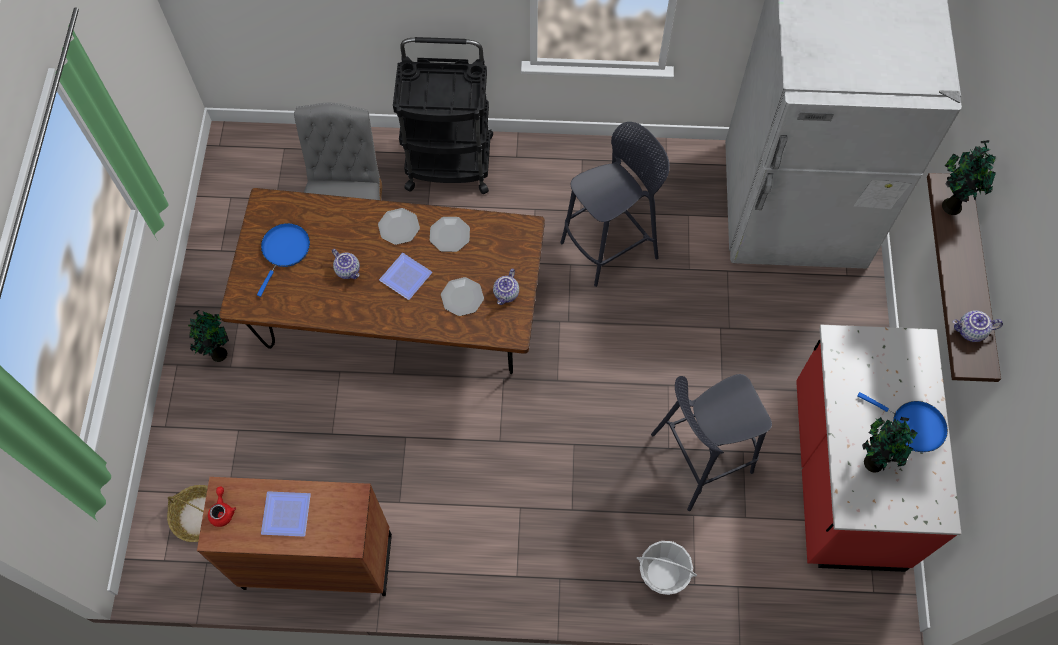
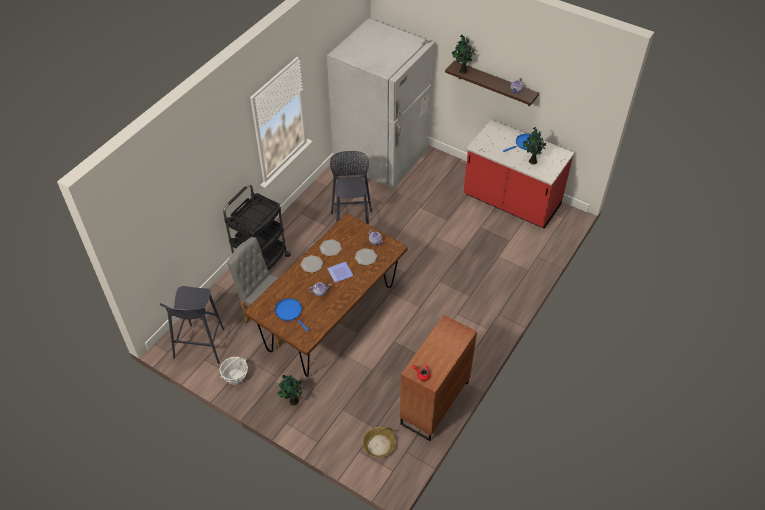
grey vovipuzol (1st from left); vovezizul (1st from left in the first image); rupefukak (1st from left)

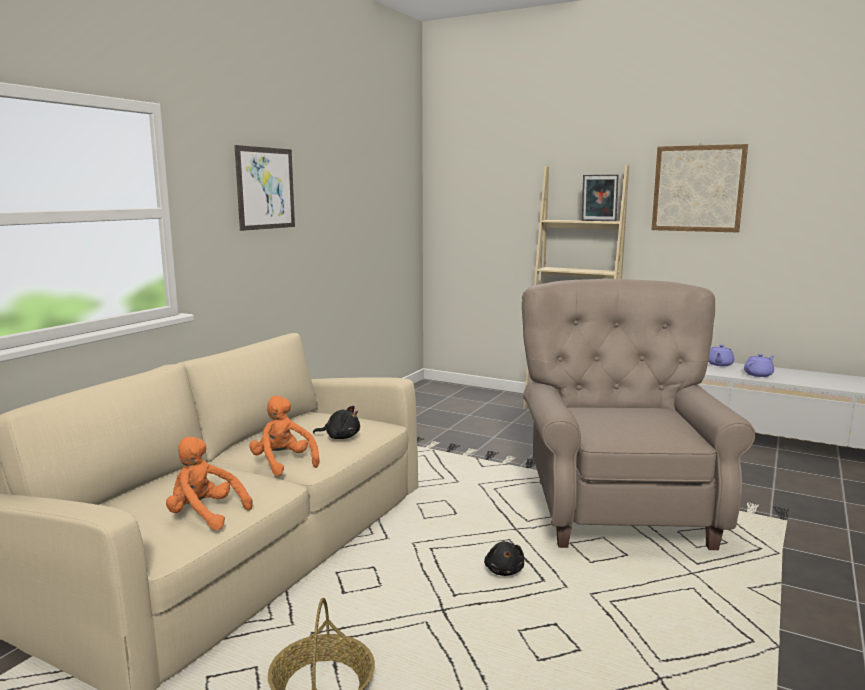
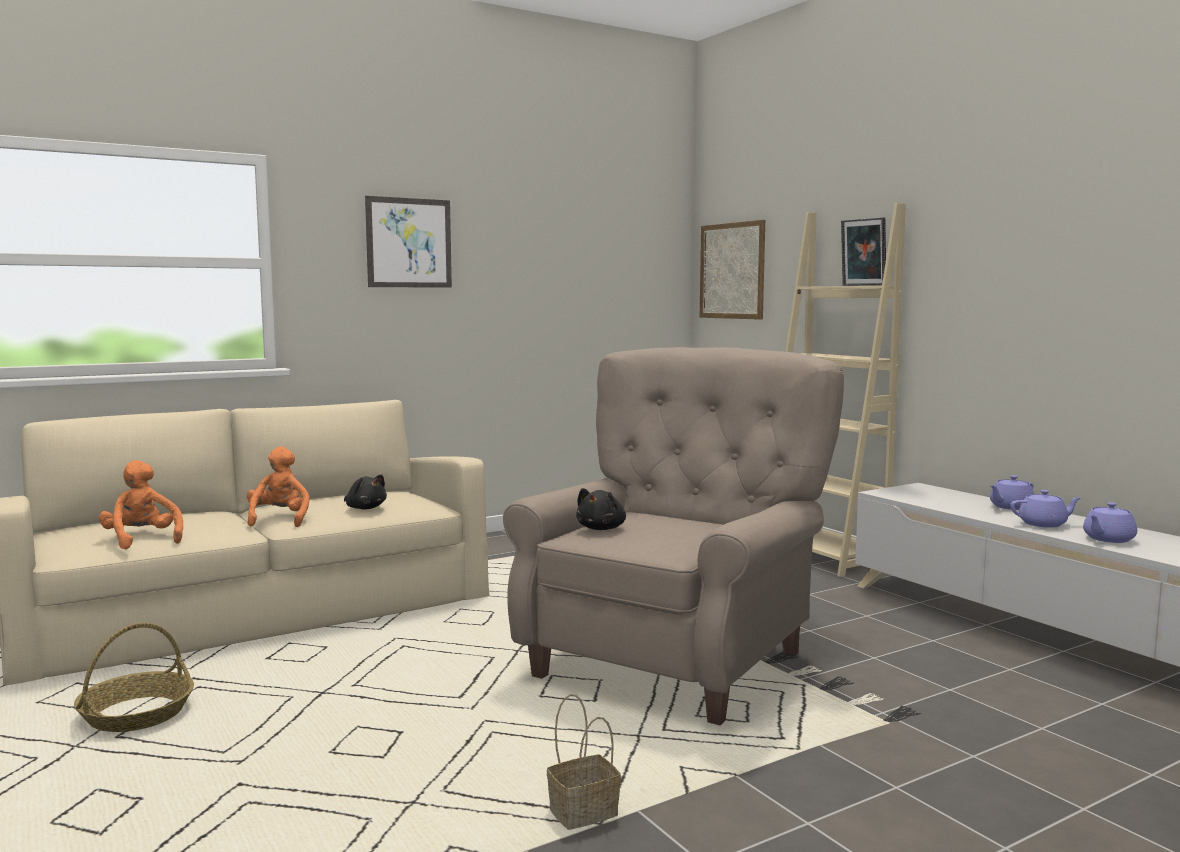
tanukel (2nd from left); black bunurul (2nd from left); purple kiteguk (3rd from left); rupefukak (2nd from left)

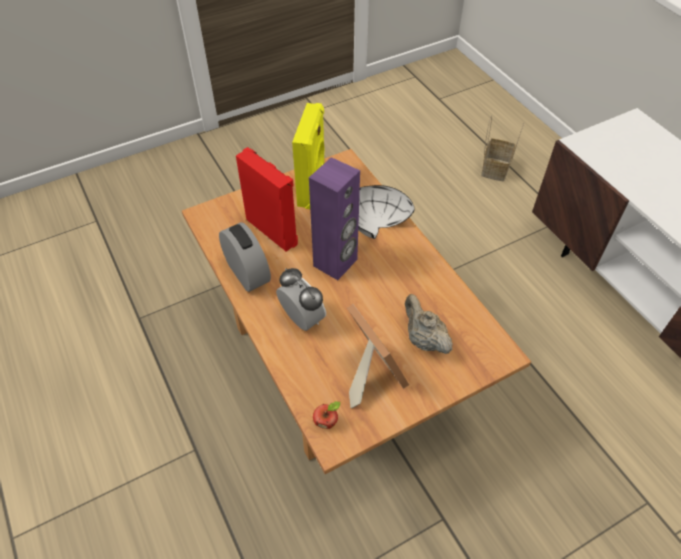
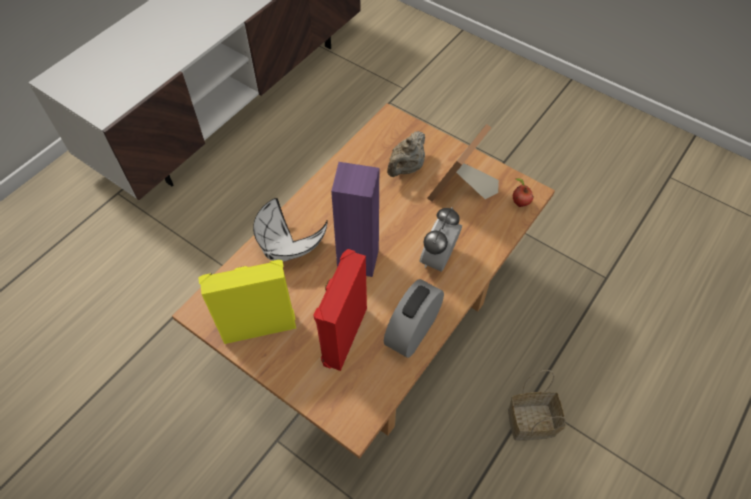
rupefukak

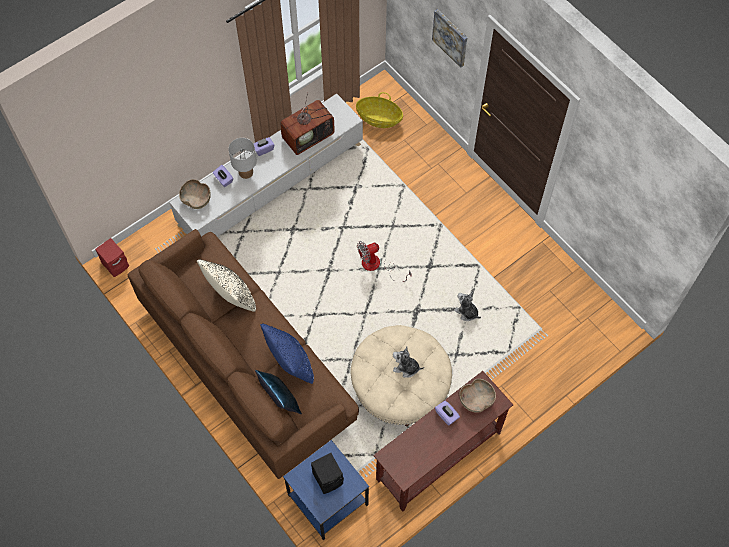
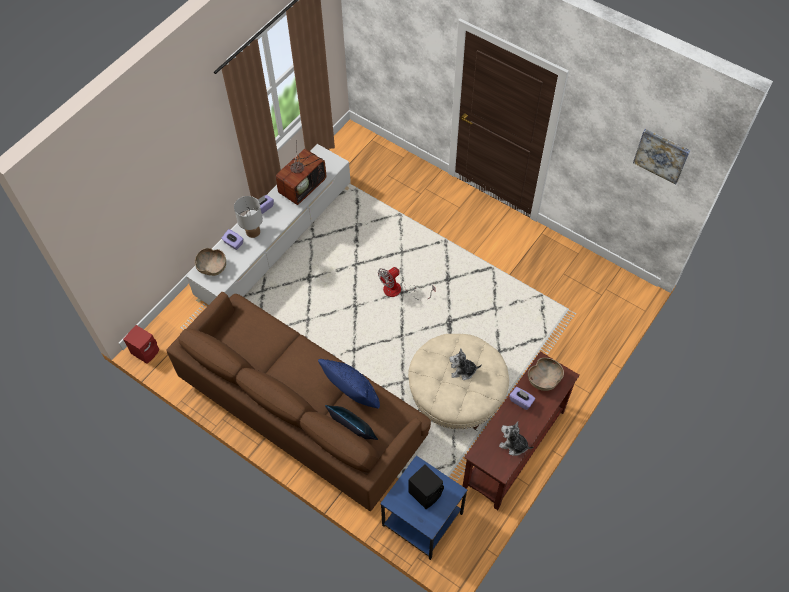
tanukel; rupefukak; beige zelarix; bunurul (2nd from left)

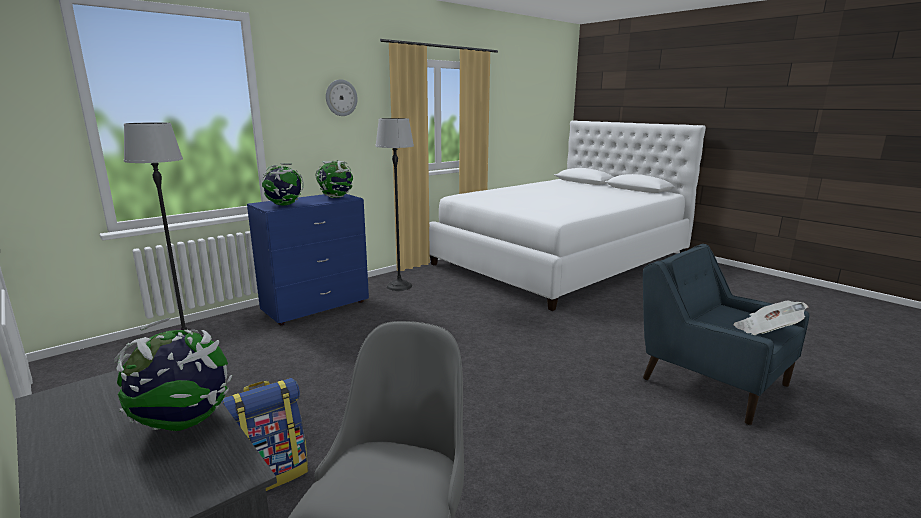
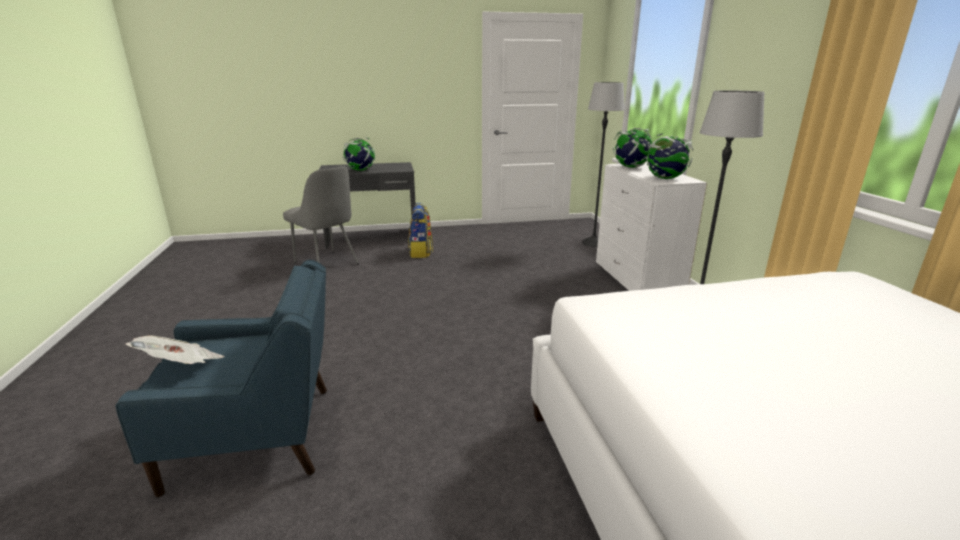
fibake; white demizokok

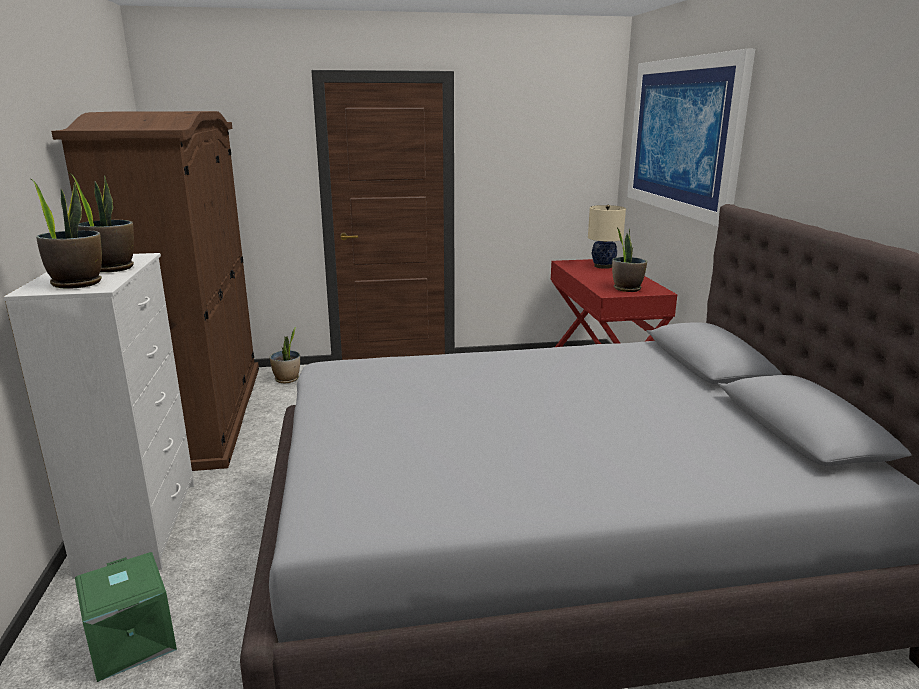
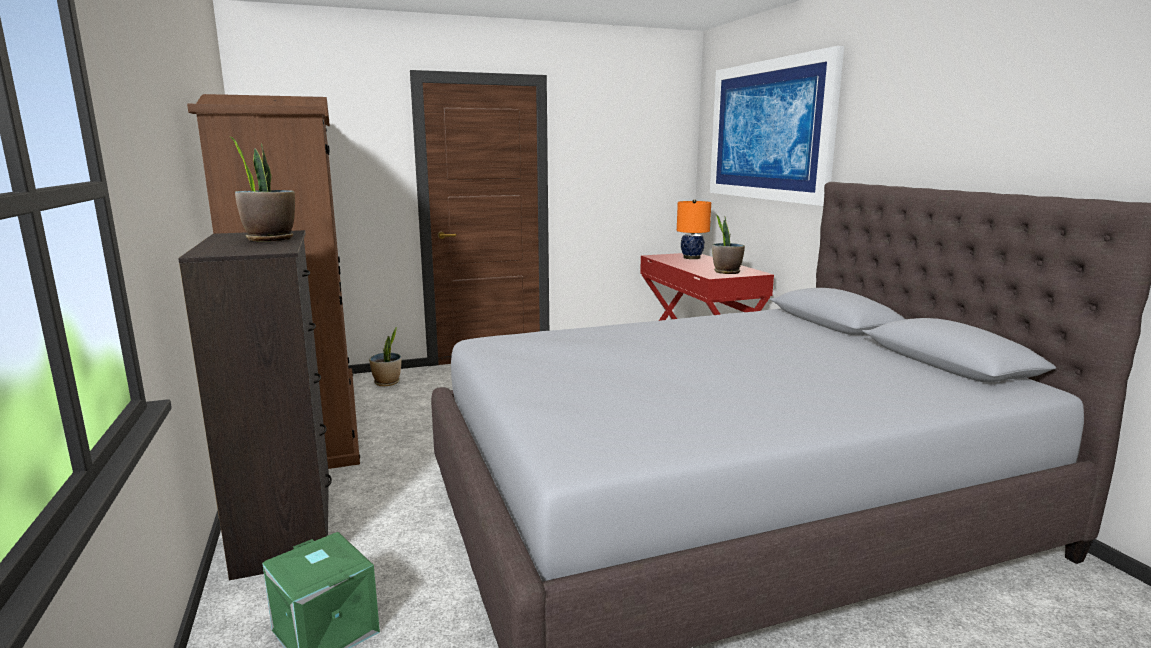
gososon (1st from left in the first image); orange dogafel; black demizokok

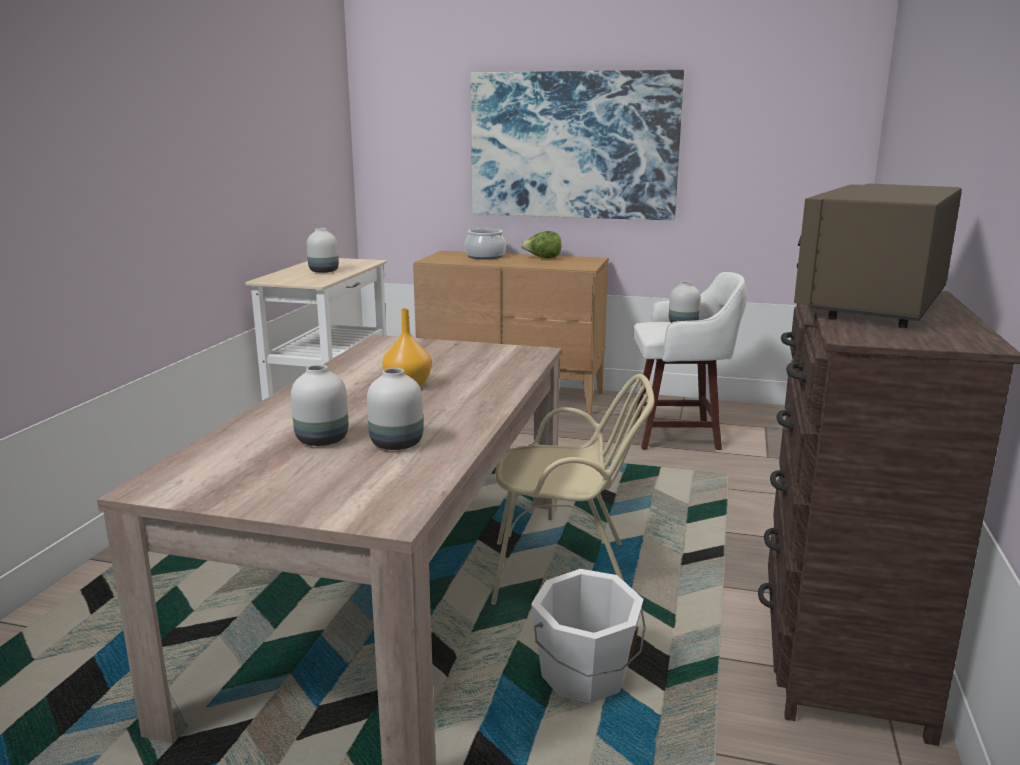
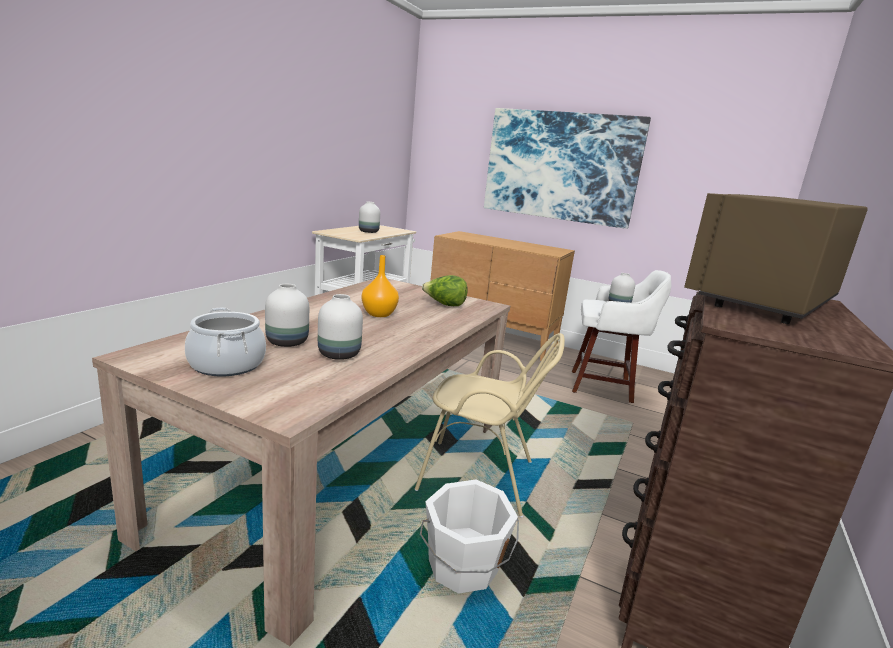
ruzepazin; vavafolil

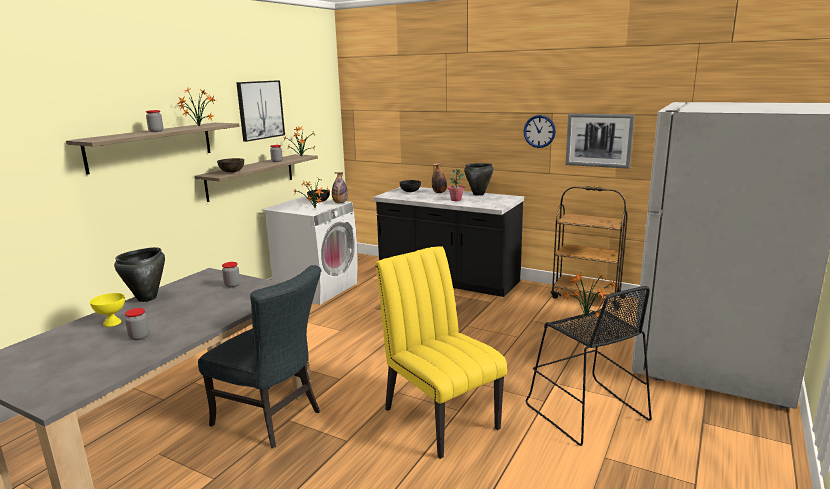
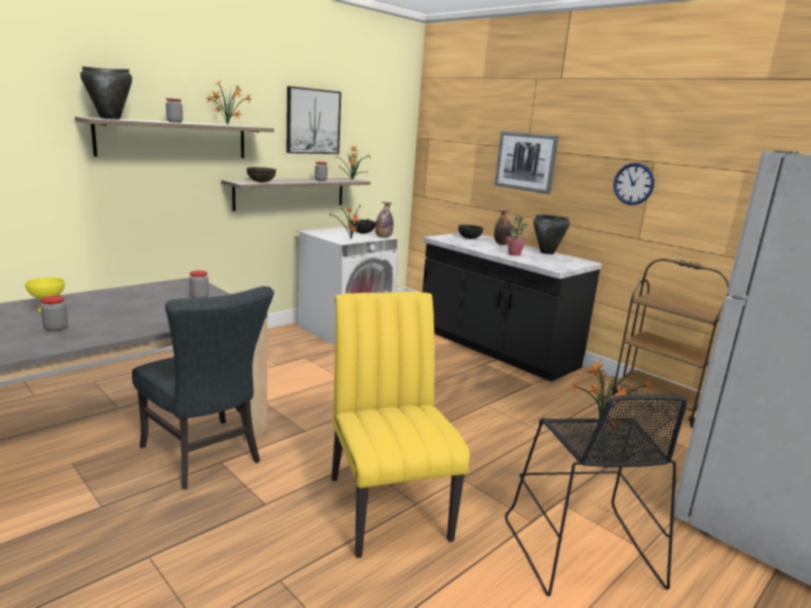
tanukel (2nd from left); black ruzepazin (1st from left)

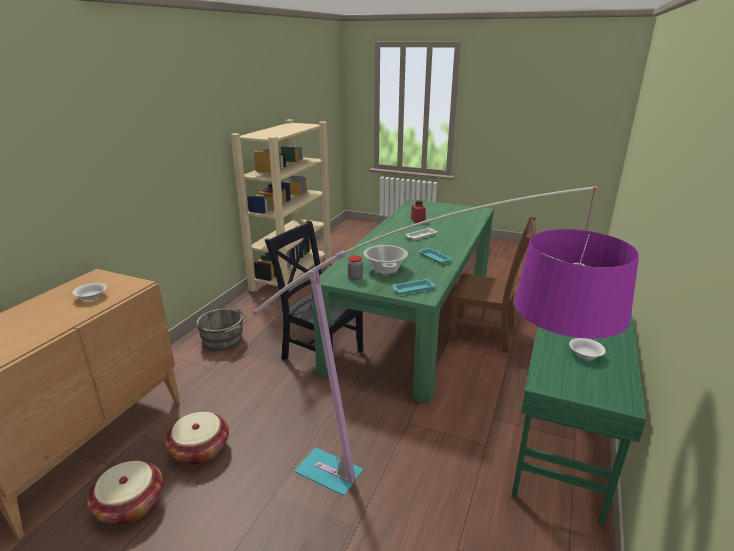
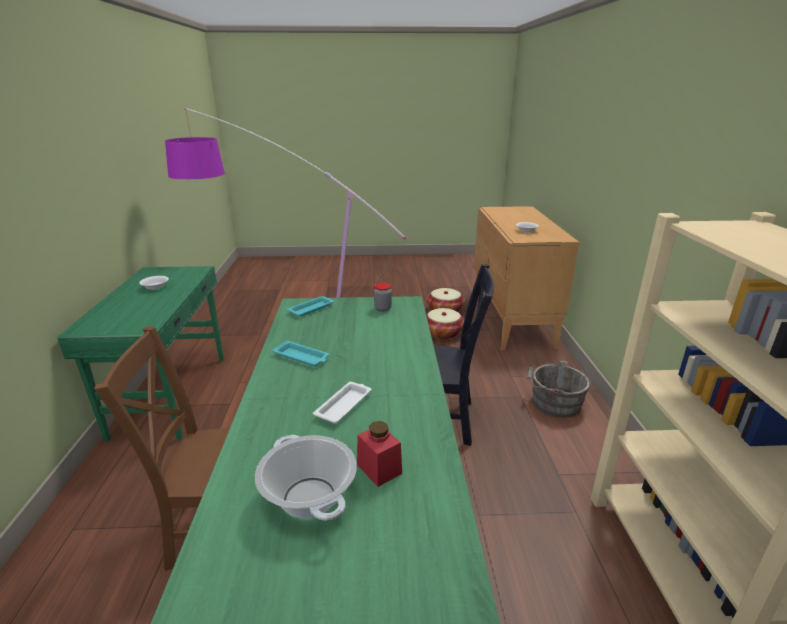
ruzepazin

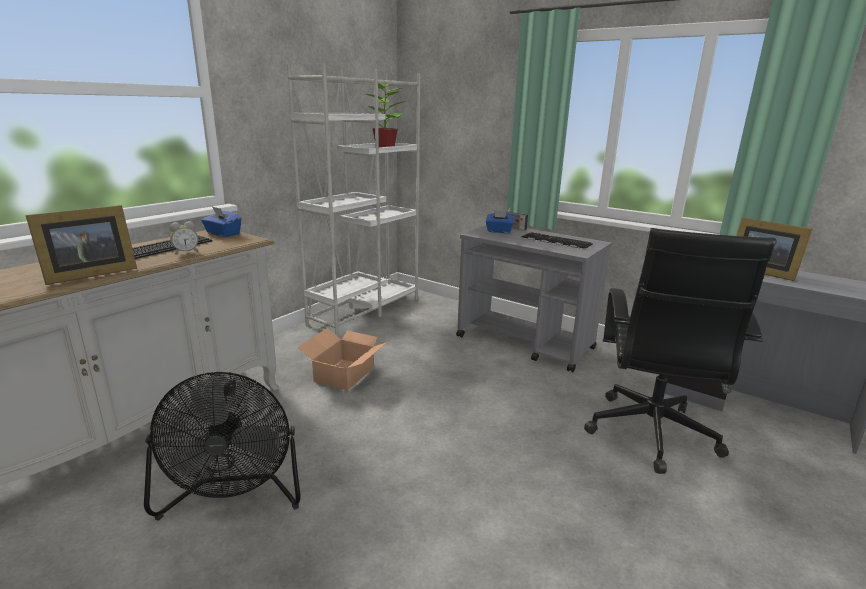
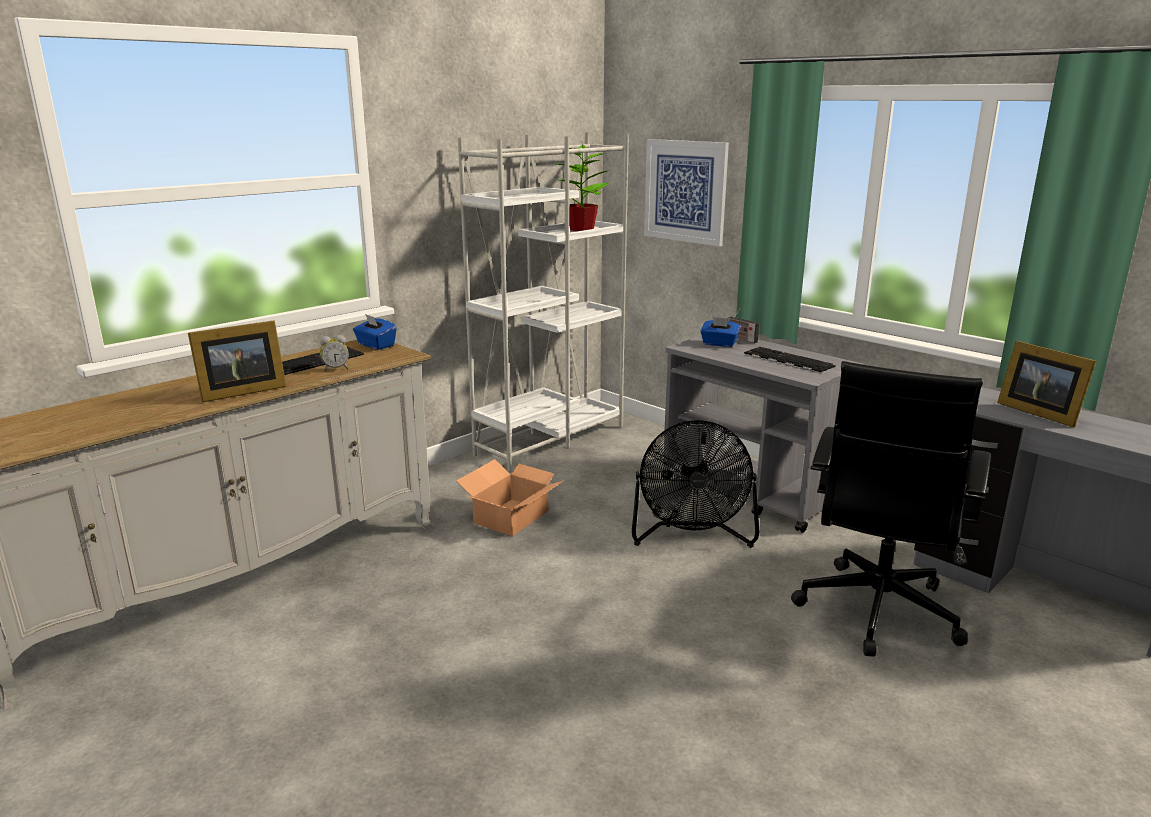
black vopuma; tanukel

